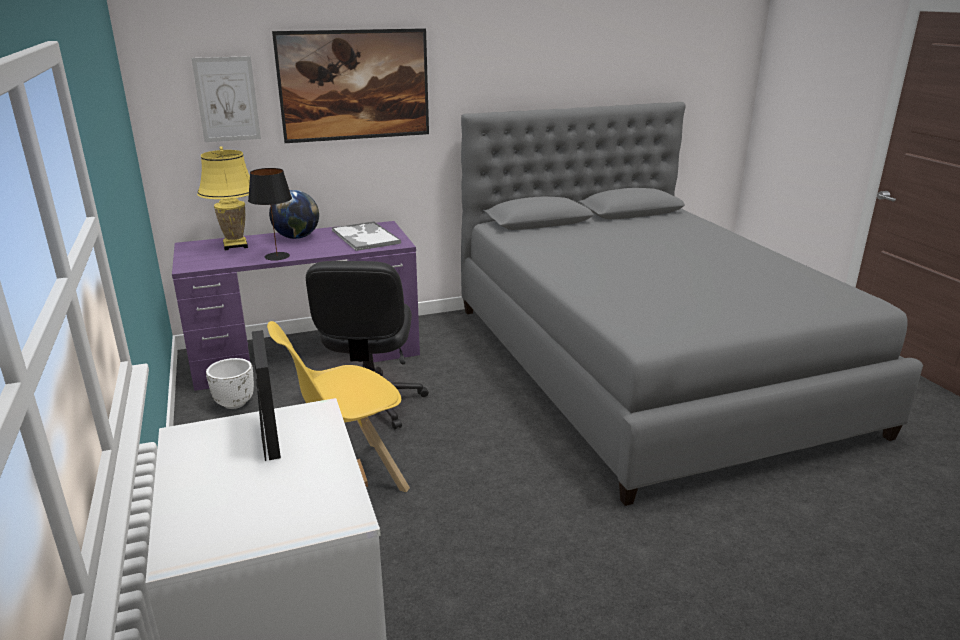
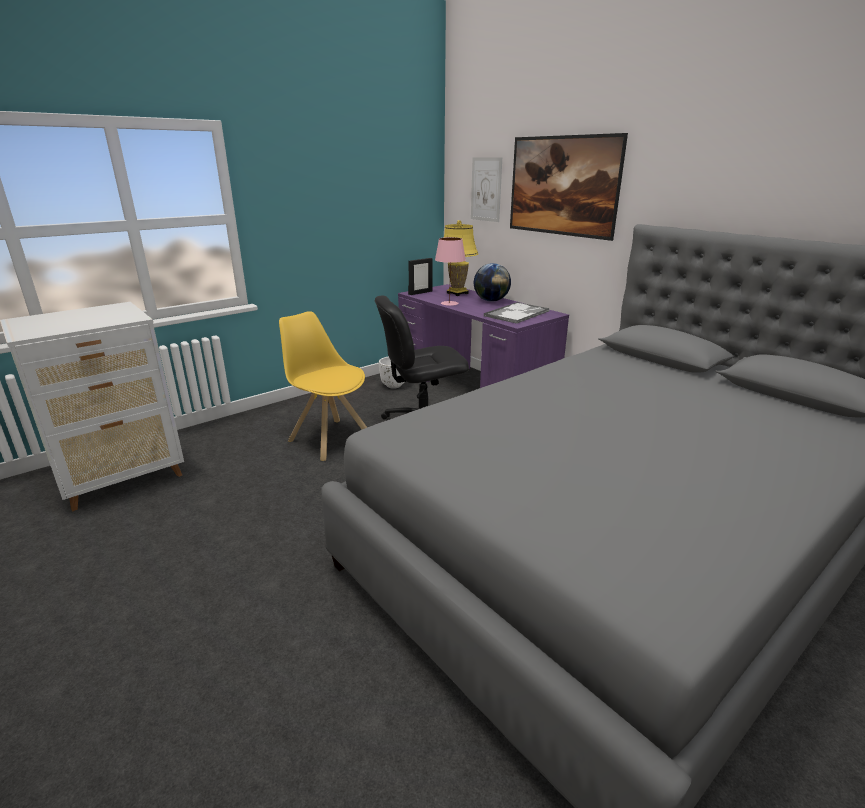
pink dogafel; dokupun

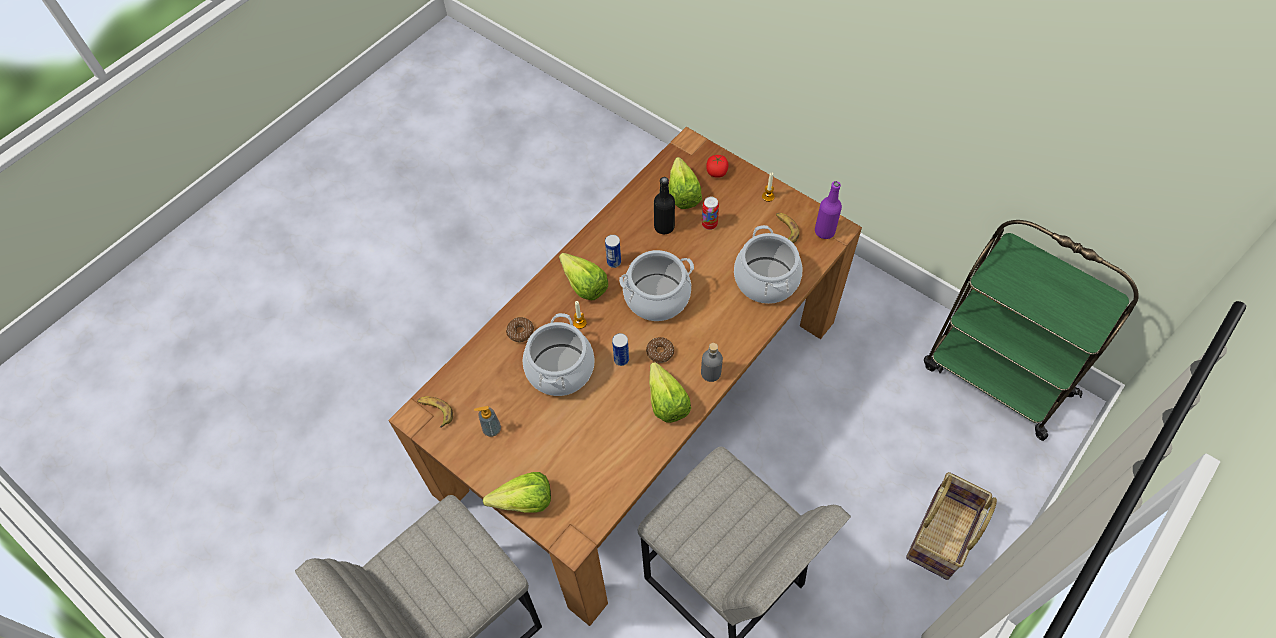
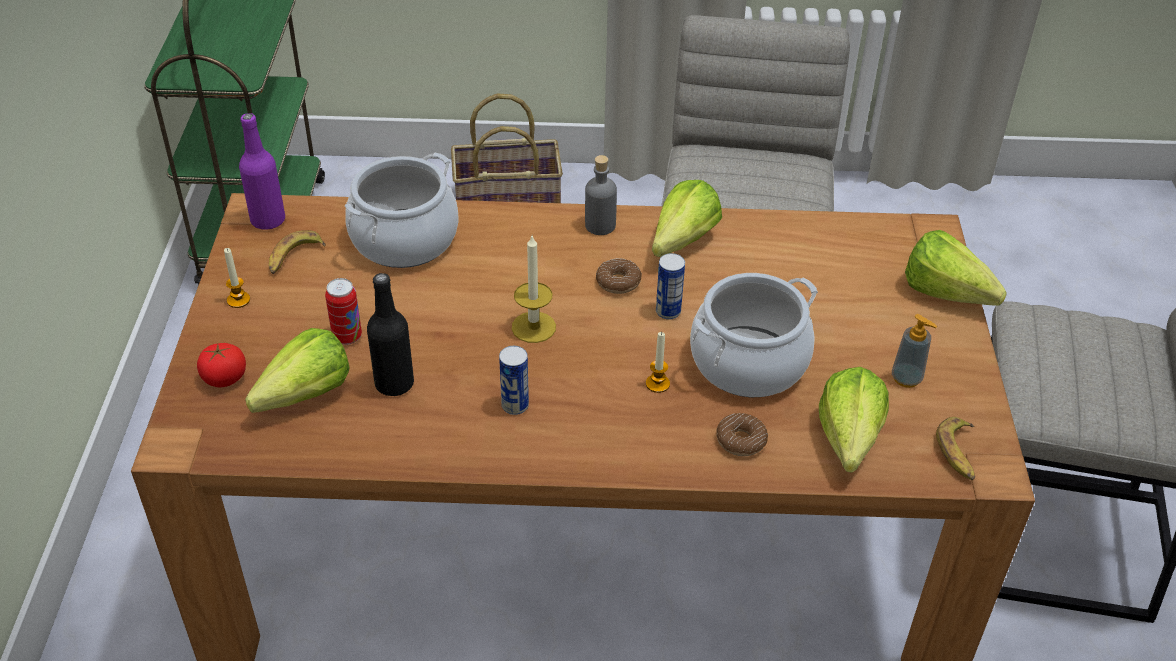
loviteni (2nd from left); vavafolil (3rd from left)

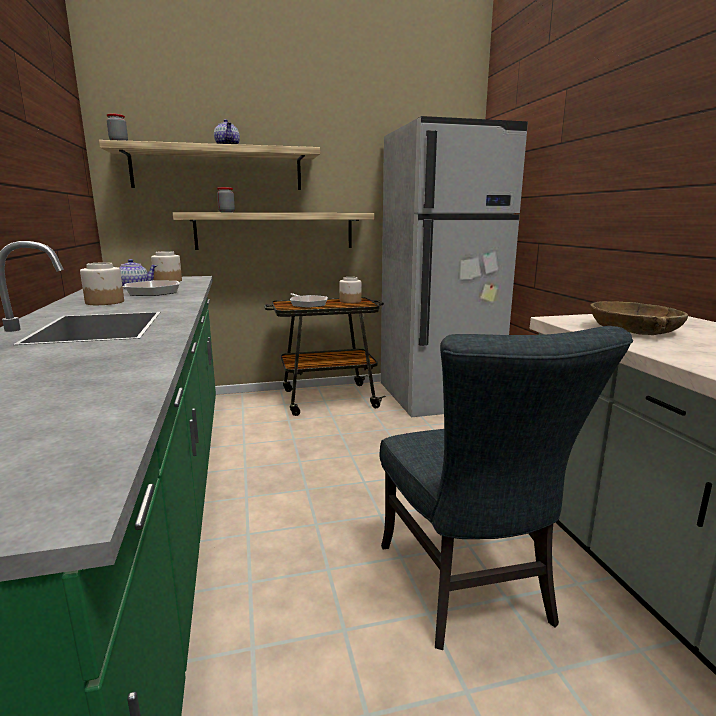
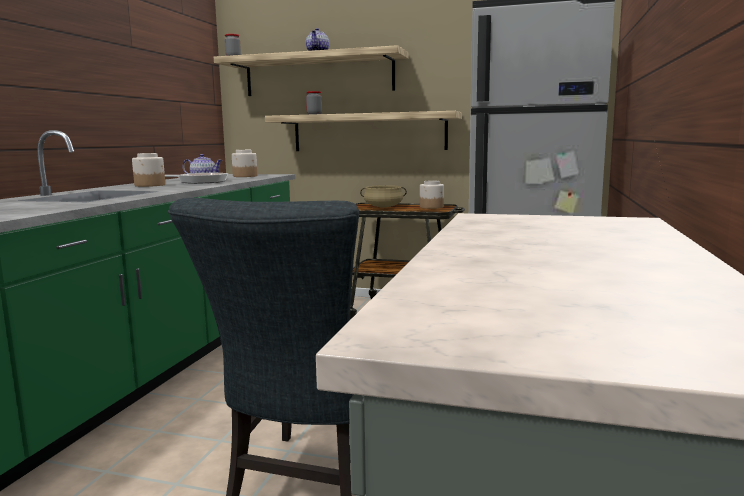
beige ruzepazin; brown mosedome

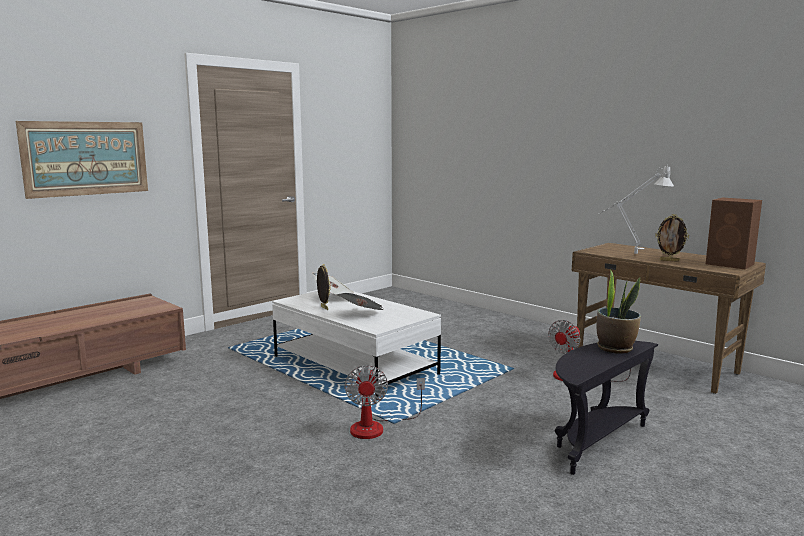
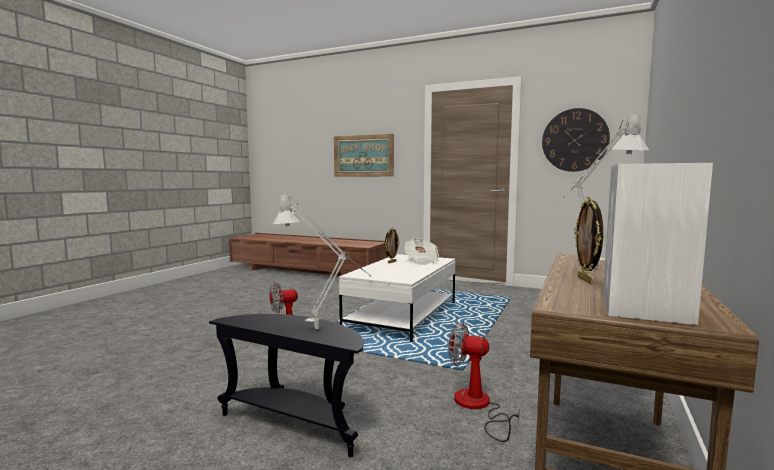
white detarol; grey dogafel (1st from left); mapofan (2nd from left in the first image); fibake

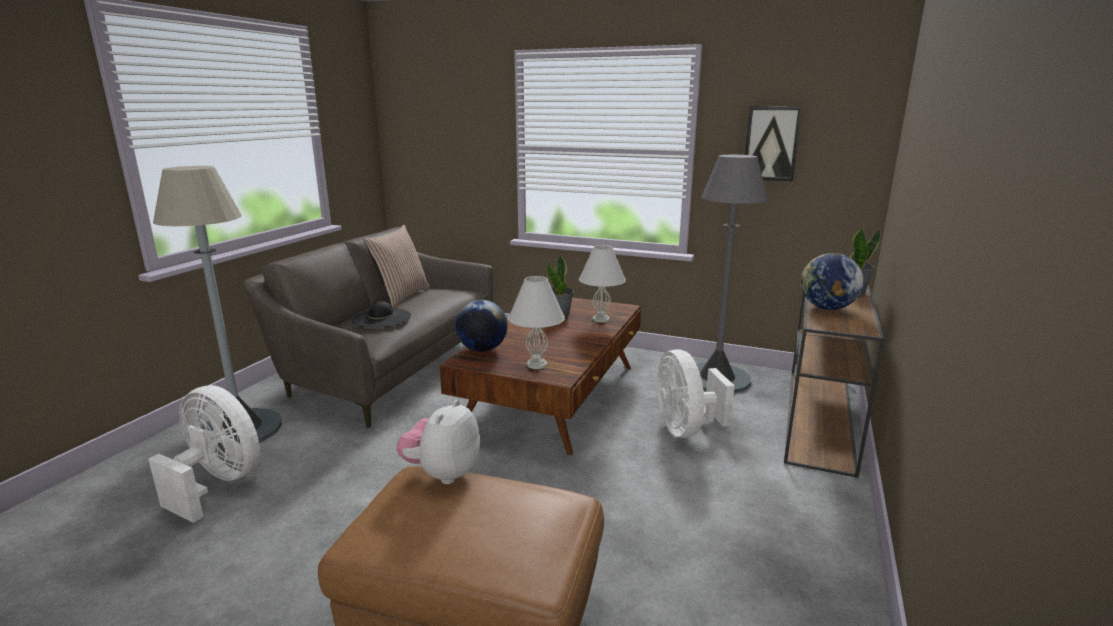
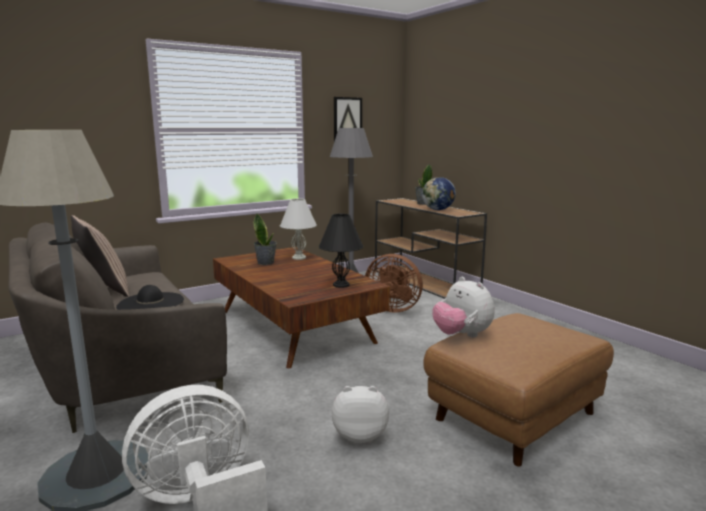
black dogafel; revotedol (1st from left in the first image); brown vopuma; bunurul (1st from left)

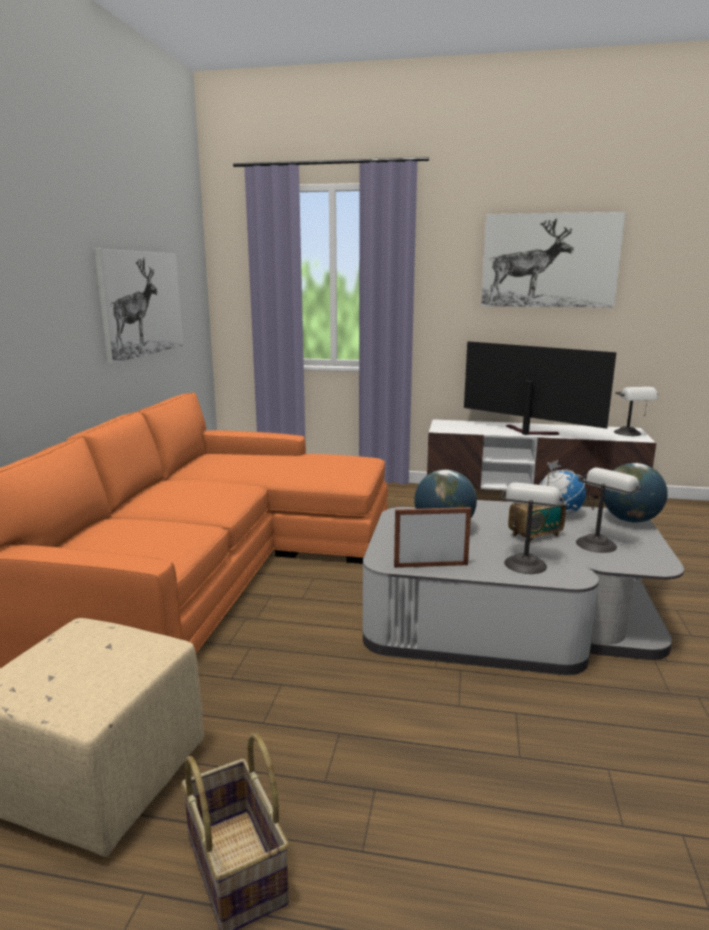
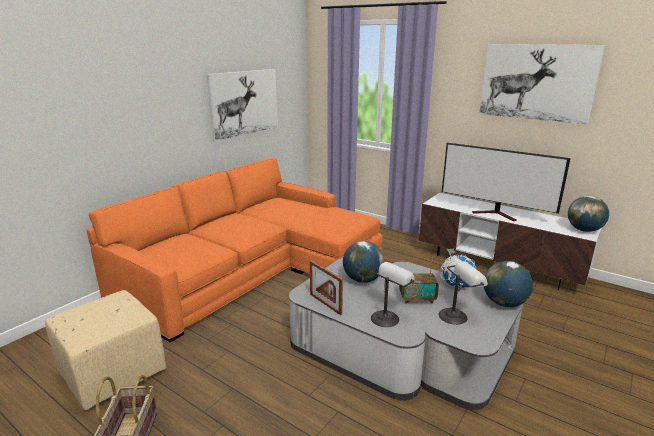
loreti; revotedol (4th from left); dokupun

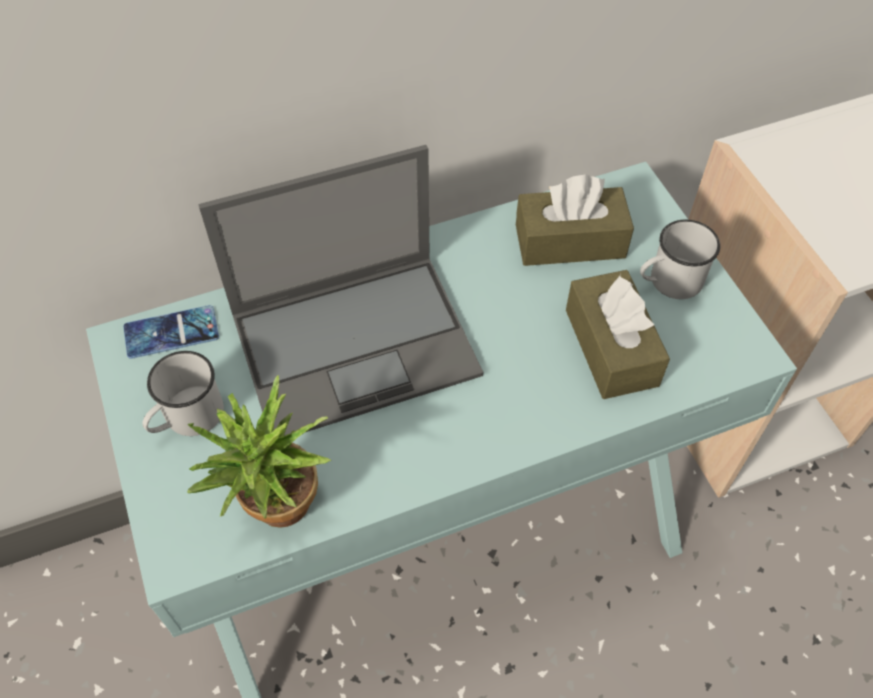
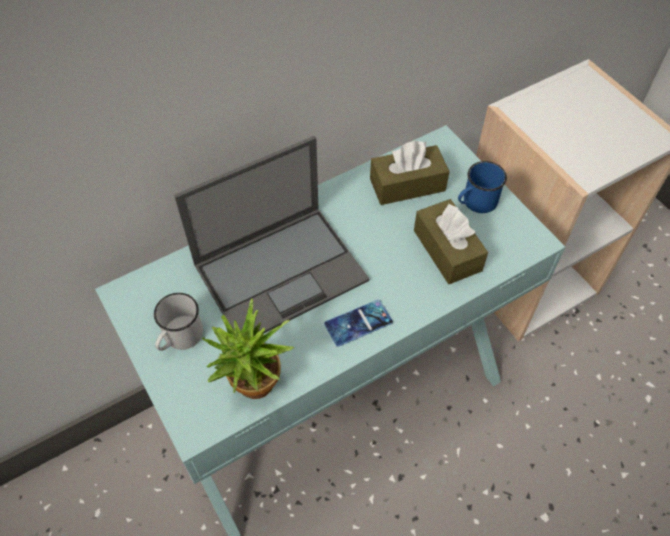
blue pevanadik; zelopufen

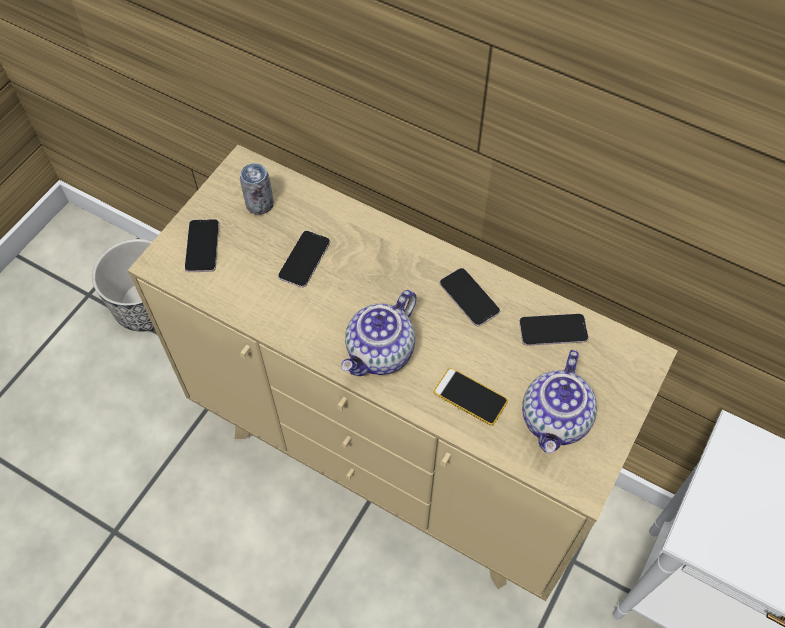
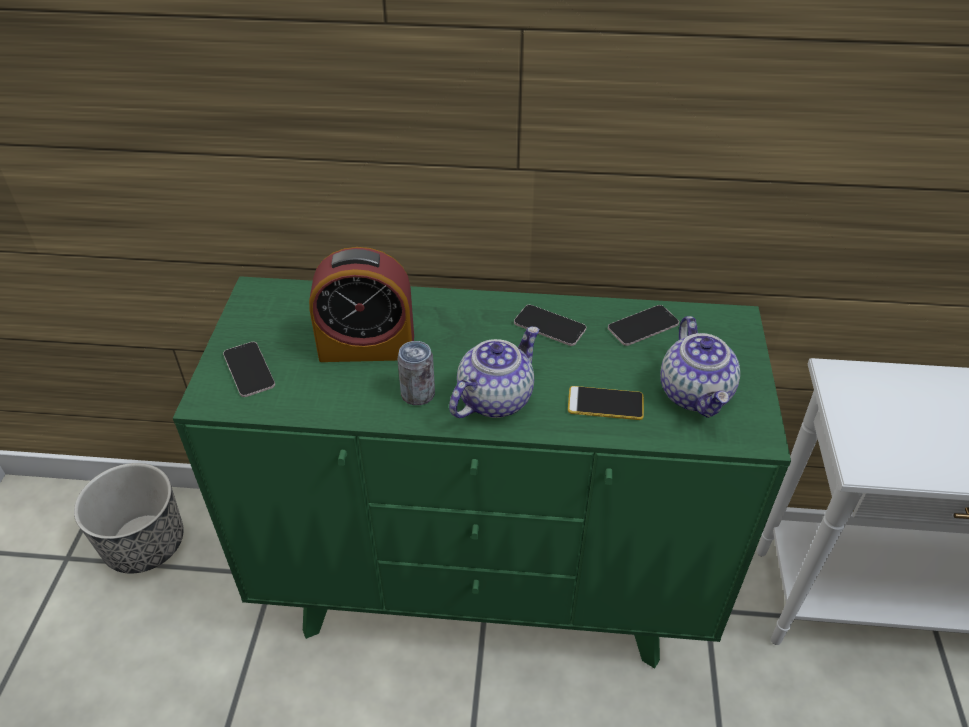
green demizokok; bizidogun; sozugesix; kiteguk (1st from left)

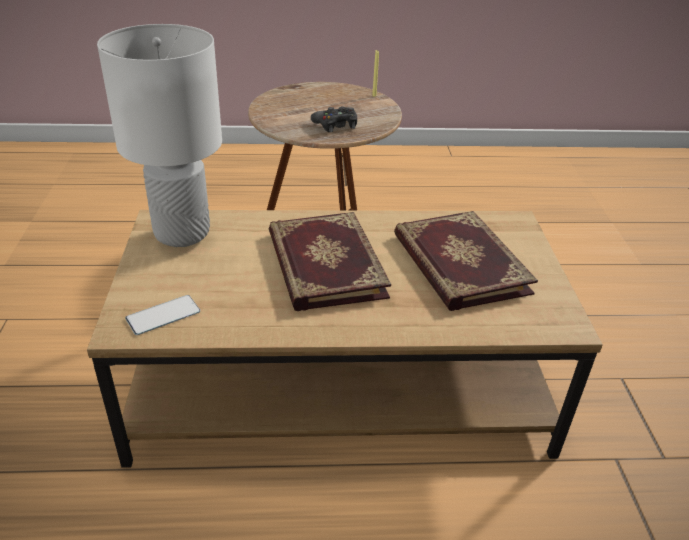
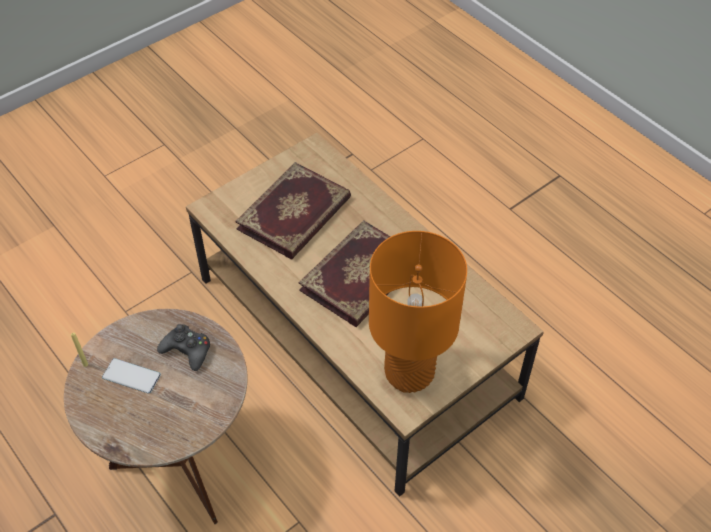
orange dogafel; zelopufen

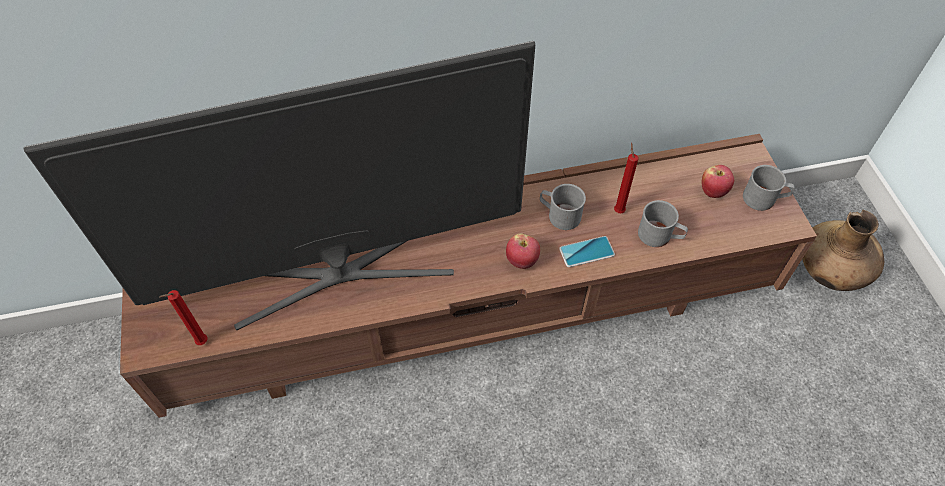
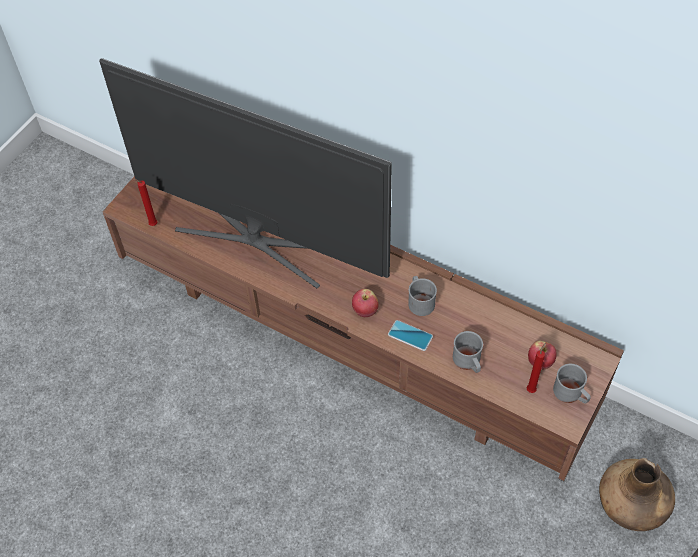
red loviteni (2nd from left)

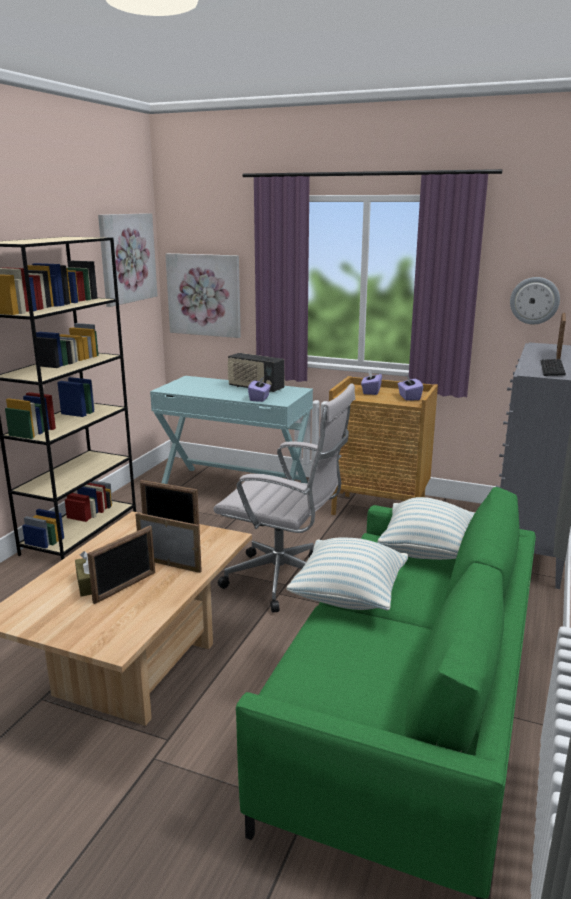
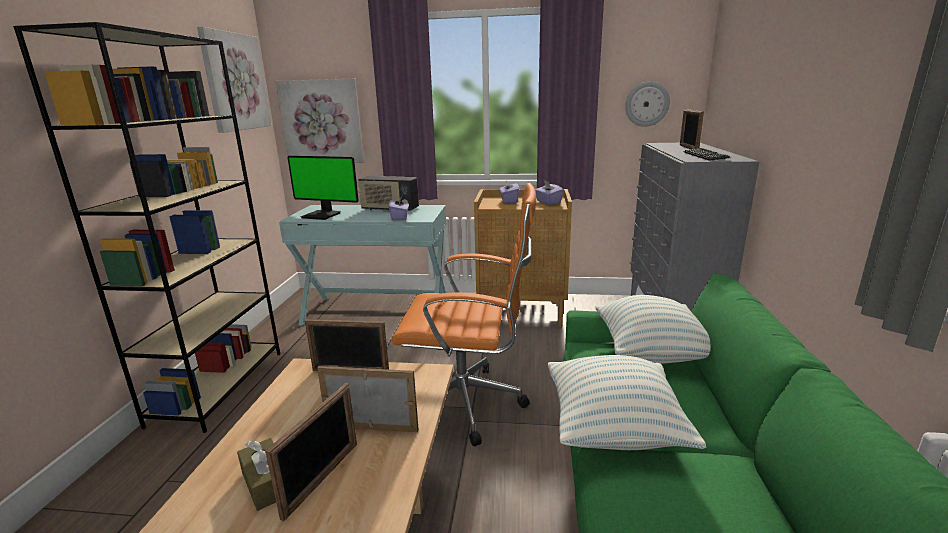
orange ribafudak; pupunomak

